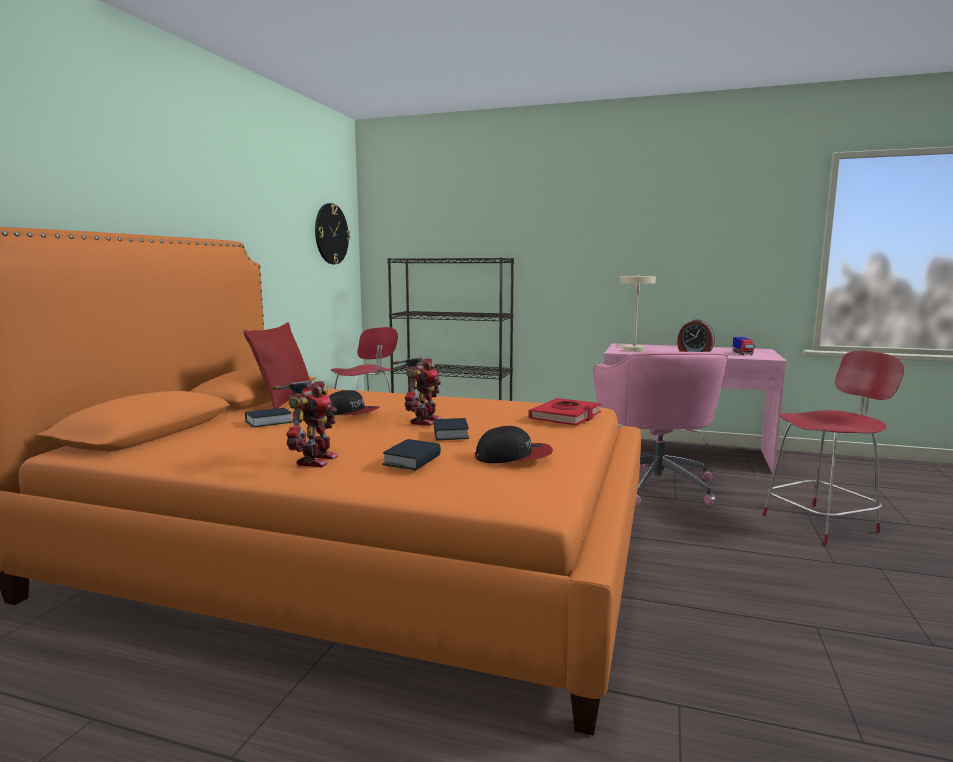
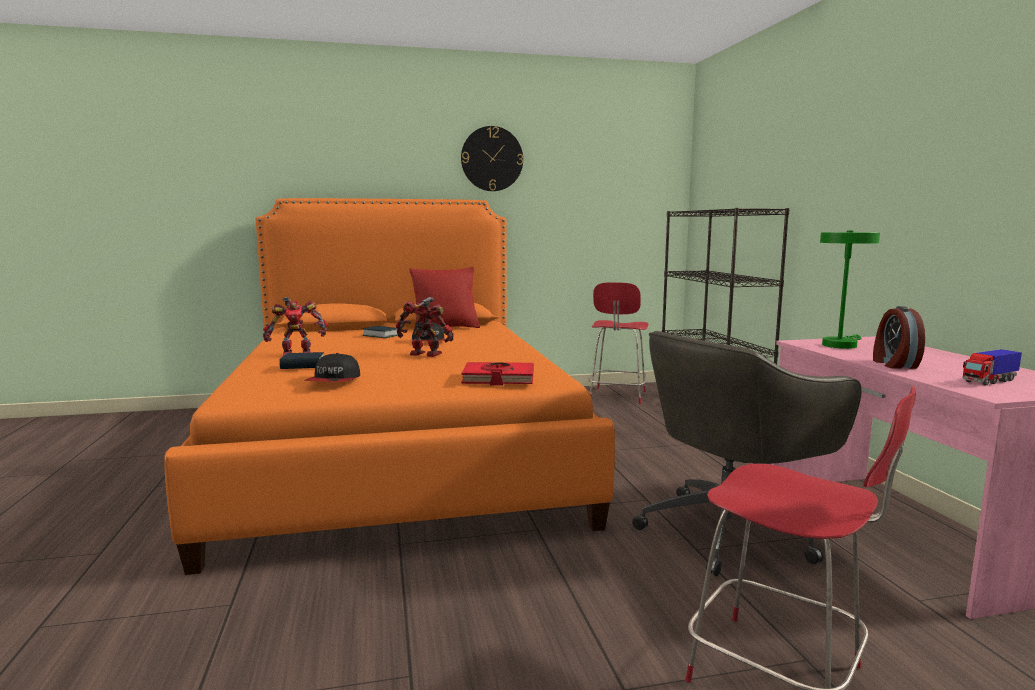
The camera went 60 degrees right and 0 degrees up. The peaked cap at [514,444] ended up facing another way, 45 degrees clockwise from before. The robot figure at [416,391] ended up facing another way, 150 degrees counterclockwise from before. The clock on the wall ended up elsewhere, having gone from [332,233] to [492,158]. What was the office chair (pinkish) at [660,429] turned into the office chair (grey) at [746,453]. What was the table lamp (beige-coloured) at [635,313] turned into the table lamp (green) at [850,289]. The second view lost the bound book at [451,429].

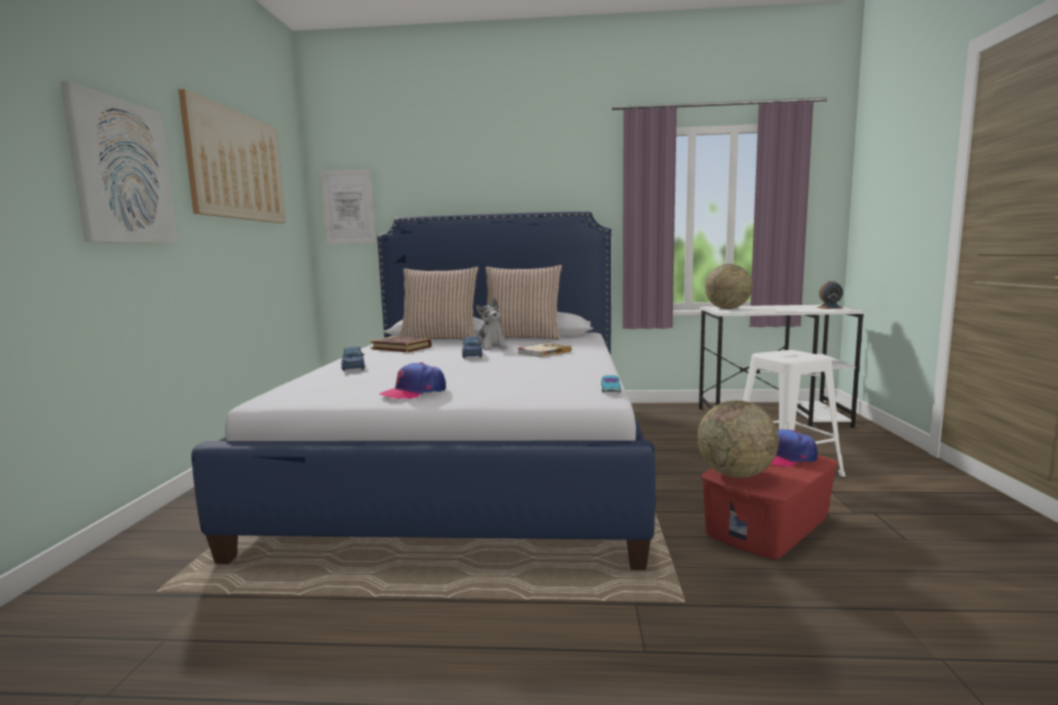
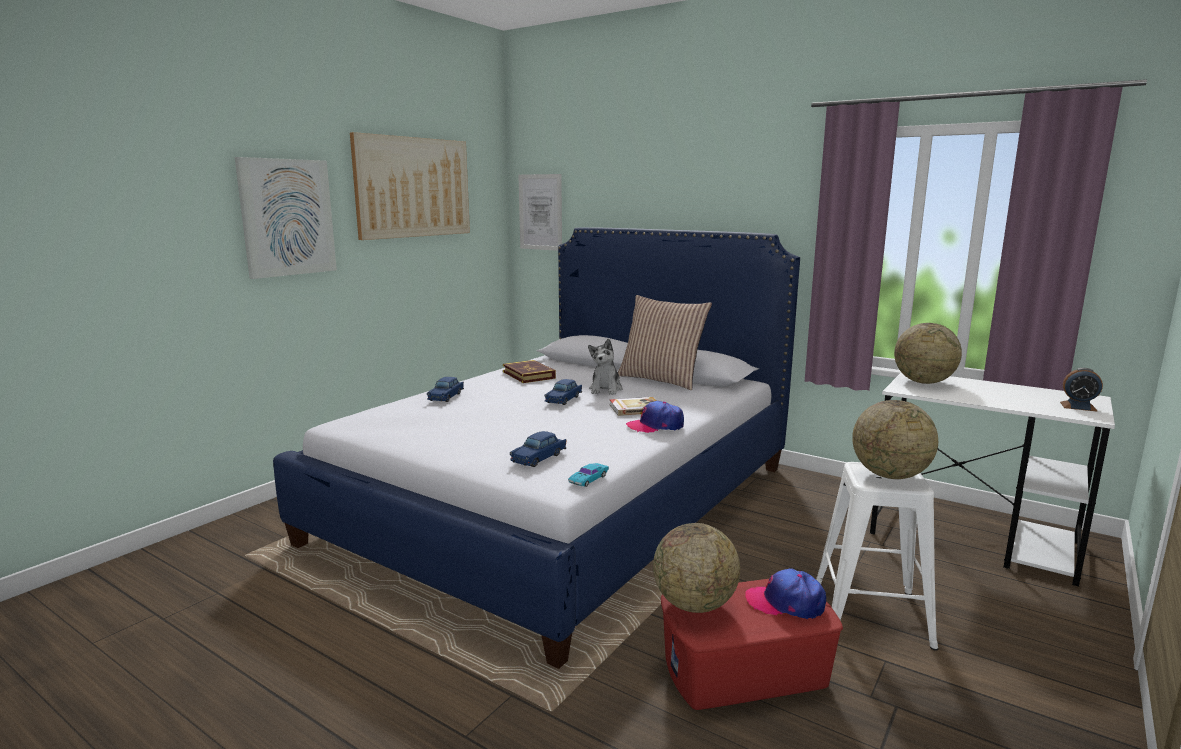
The camera went 30 degrees right and 5 degrees up. The second view gained the miniature car (bluish) at [538,449]. The peaked cap ended up elsewhere, having gone from [413,381] to [655,417]. The second view gained the desk globe at [895,439]. The second view lost the cushion at [439,303].

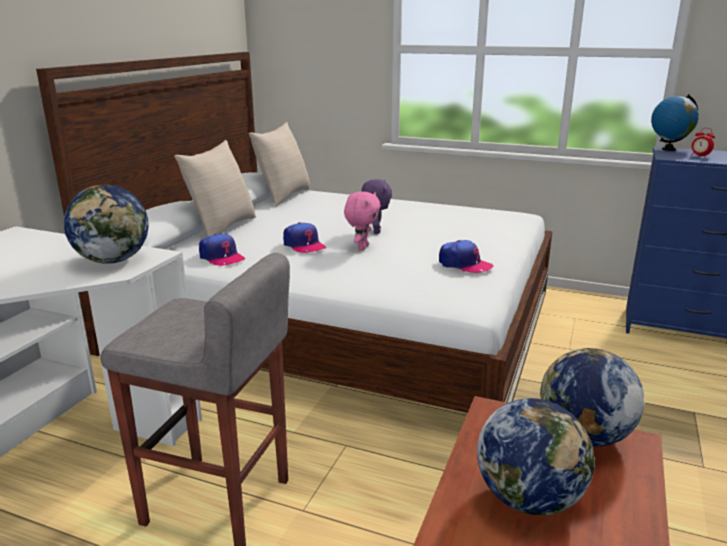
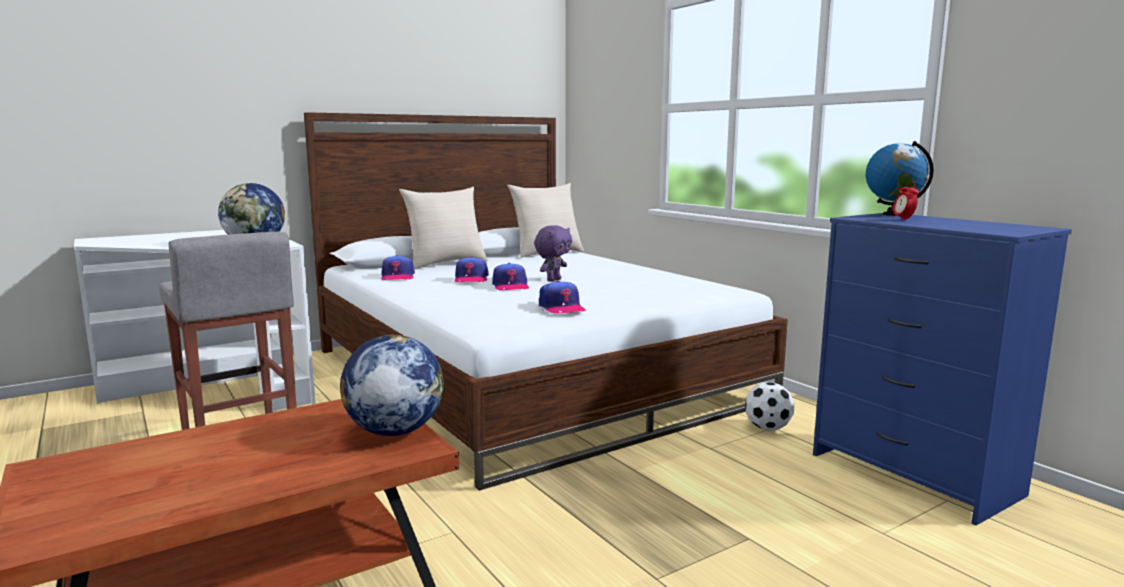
The camera went 35 degrees right and 10 degrees down. Where the cuddly toy (pinkish) stood at [362,220], the peaked cap came to stand at [510,276]. The second view gained the ball for football at [770,406]. The second view lost the desk globe at [535,456].

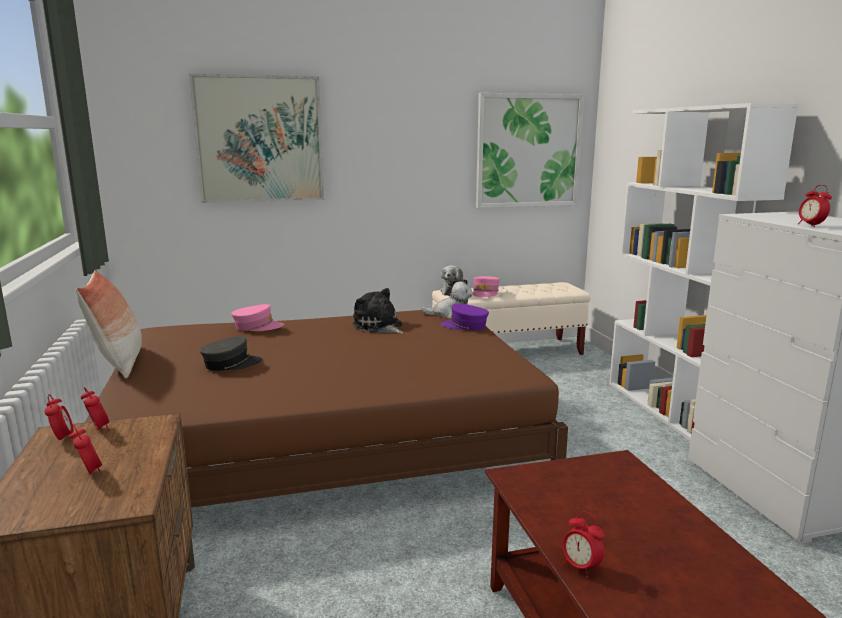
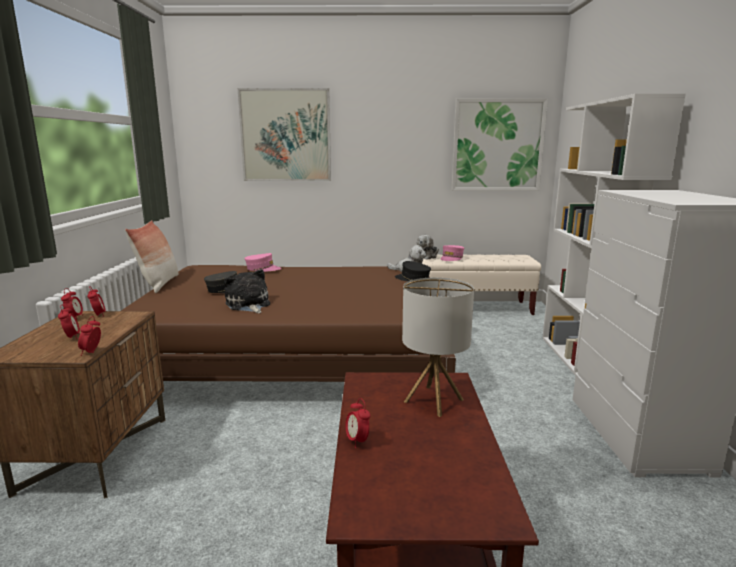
The camera went 15 degrees right and 0 degrees up. The table clock ended up elsewhere, having gone from [815,206] to [89,336]. The cuddly toy ended up elsewhere, having gone from [378,311] to [247,291]. What was the peaked cap (purple-coloured) at [464,316] turned into the peaked cap (black) at [413,271]. The second view gained the table lamp at [438,347].

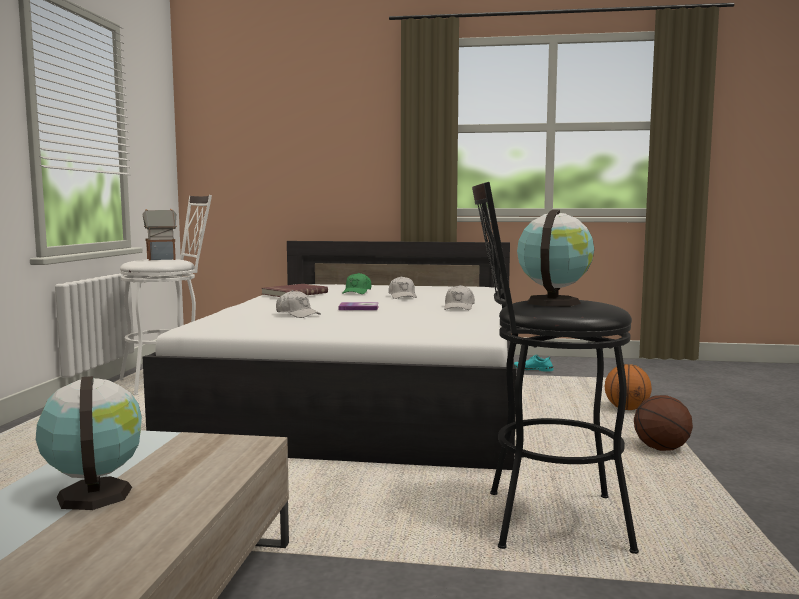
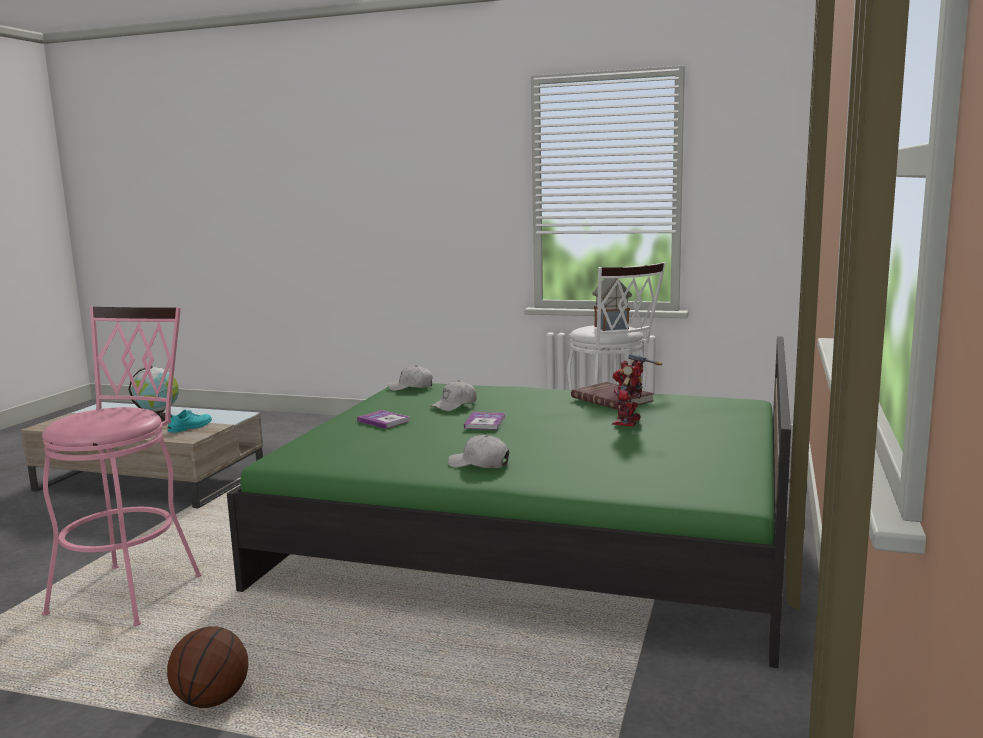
The camera went 100 degrees right and 5 degrees up. What was the stool (black) at [555,368] turned into the stool (pinkish) at [122,466]. The item of footwear (turquoise-coloured) ended up elsewhere, having gone from [534,363] to [190,421]. What was the bedroom bed (white) at [329,355] turned into the bedroom bed (green) at [509,502]. The second view gained the bound book at [383,419]. The peaked cap (white) ended up elsewhere, having gone from [403,287] to [410,378]. Where the peaked cap (green) stood at [356,283], the robot figure came to stand at [637,390]. The second view lost the desk globe at [555,258]. The second view lost the basketball ball at [628,387].

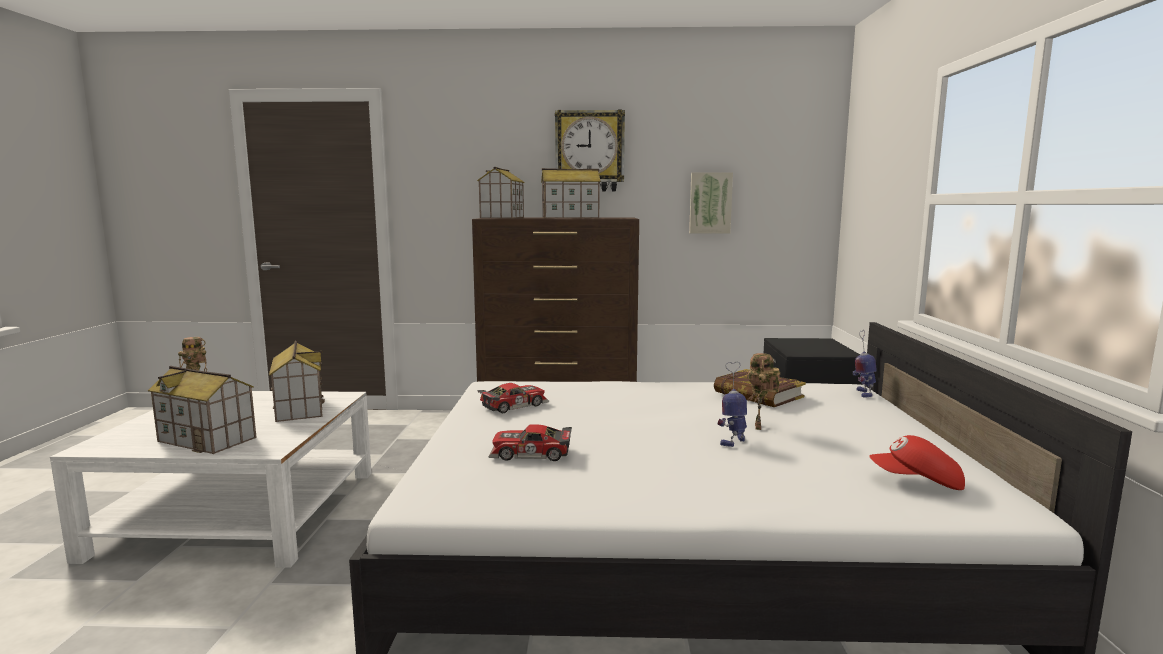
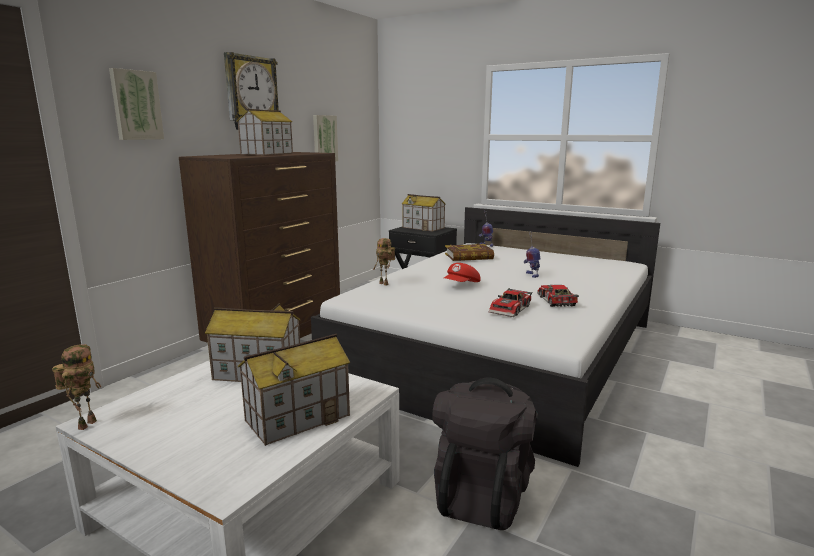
The camera went 60 degrees left and 5 degrees up. The second view gained the wall art at [136,104]. The robot figure ended up elsewhere, having gone from [763,391] to [384,262]. The toy house ended up elsewhere, having gone from [501,192] to [424,212]. The second view gained the rucksack (black) at [485,454]. The peaked cap (red-coloured) ended up elsewhere, having gone from [917,462] to [462,272]. The miniature car ended up elsewhere, having gone from [513,398] to [558,296].

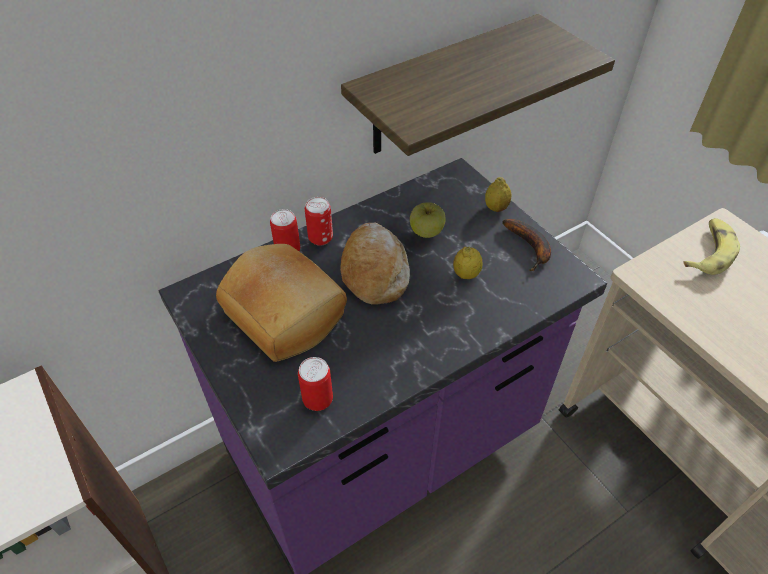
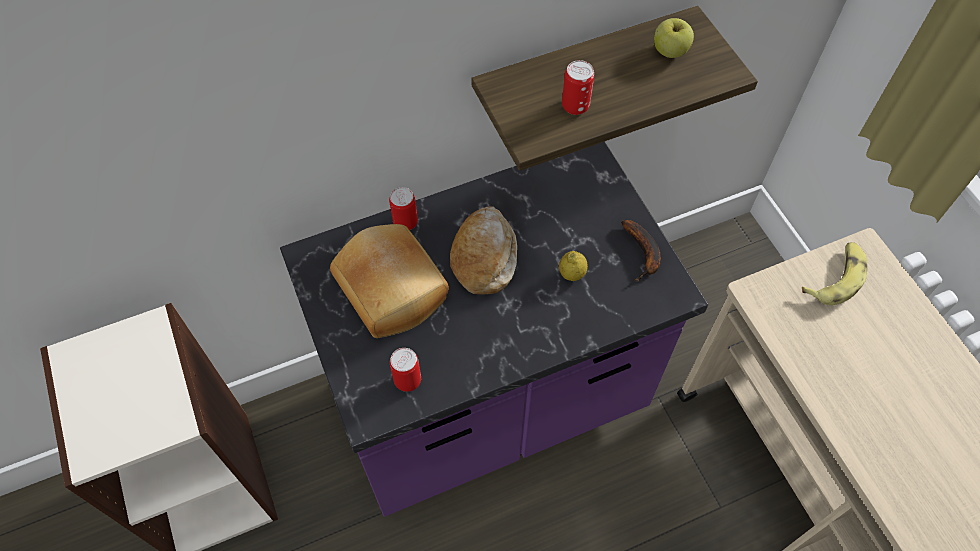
The camera went 10 degrees right and 10 degrees up. The can ended up elsewhere, having gone from [319,221] to [578,87]. The whole apple ended up elsewhere, having gone from [428,220] to [674,38]. The second view lost the whole lemon at [498,194].

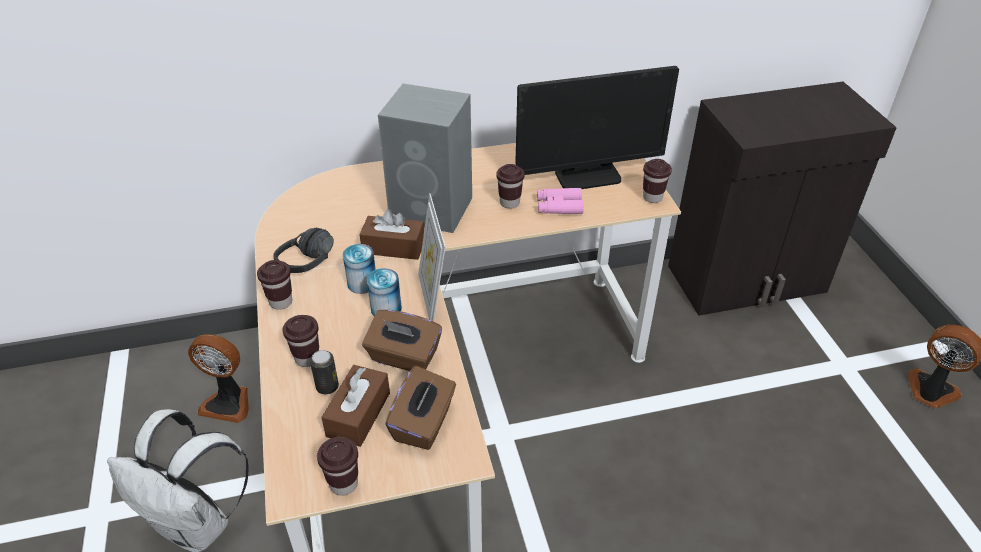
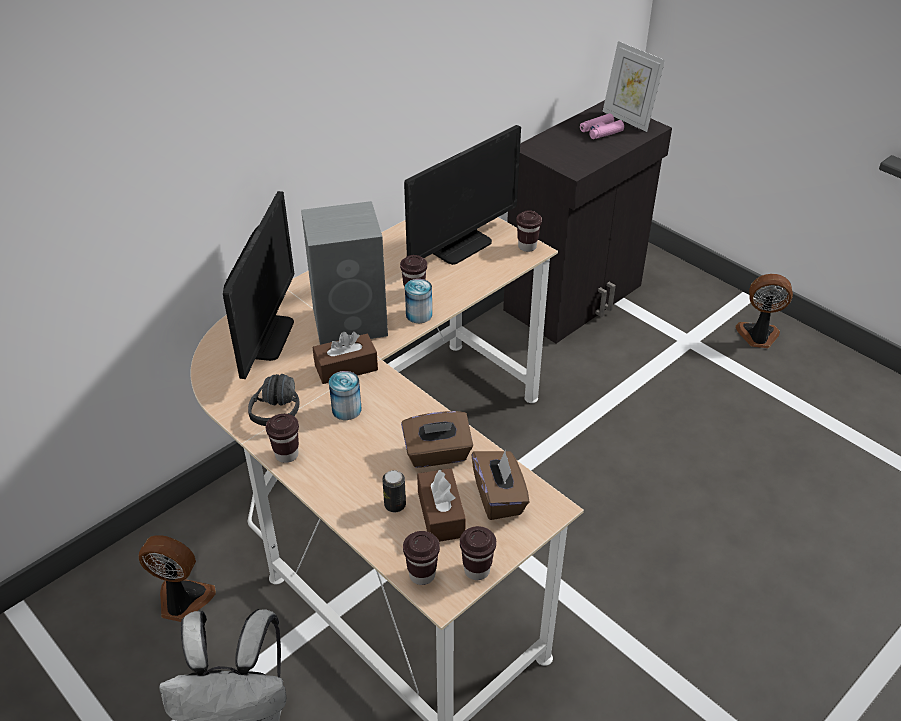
The camera went 30 degrees left and 0 degrees up. The fan at [218,378] ended up facing another way, 150 degrees counterclockwise from before. The second view gained the computer display at [258,285]. The cup (brown-coloured) ended up elsewhere, having gone from [300,341] to [421,558]. The can ended up elsewhere, having gone from [384,292] to [418,301]. The field glasses (pinkish) ended up elsewhere, having gone from [560,201] to [602,126]. The picture frame ended up elsewhere, having gone from [432,257] to [634,86].

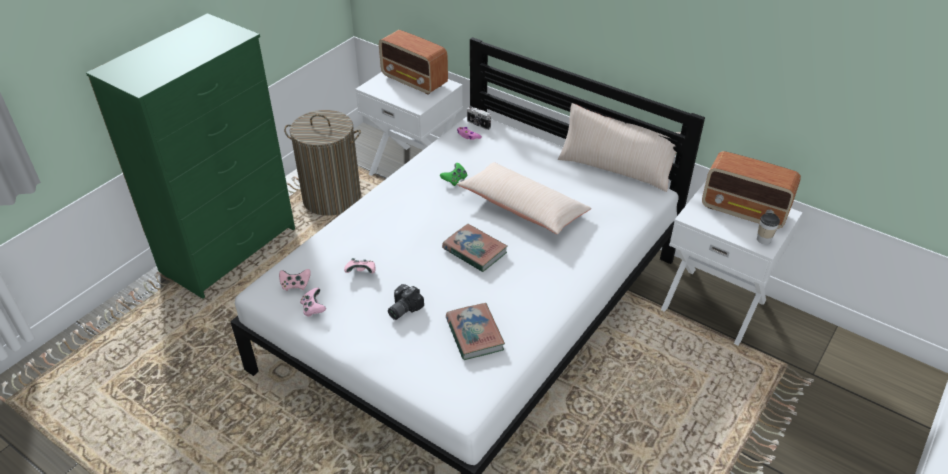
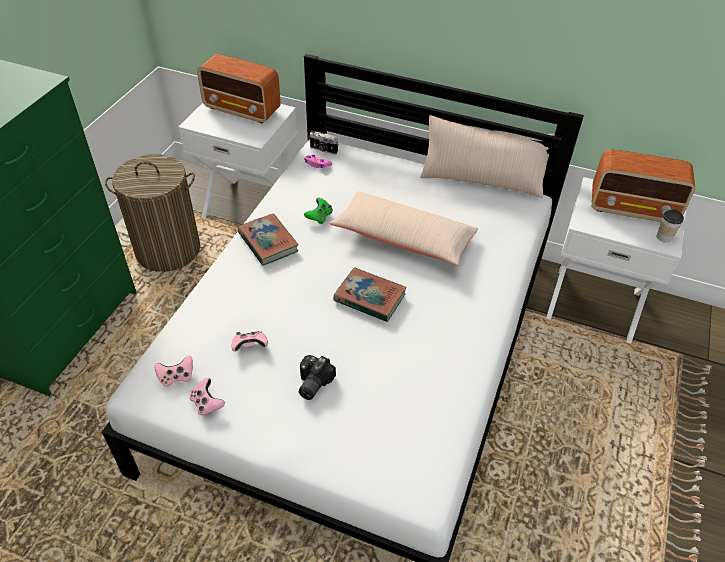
The camera went 15 degrees left and 5 degrees up. The bound book ended up elsewhere, having gone from [475,331] to [268,239].

